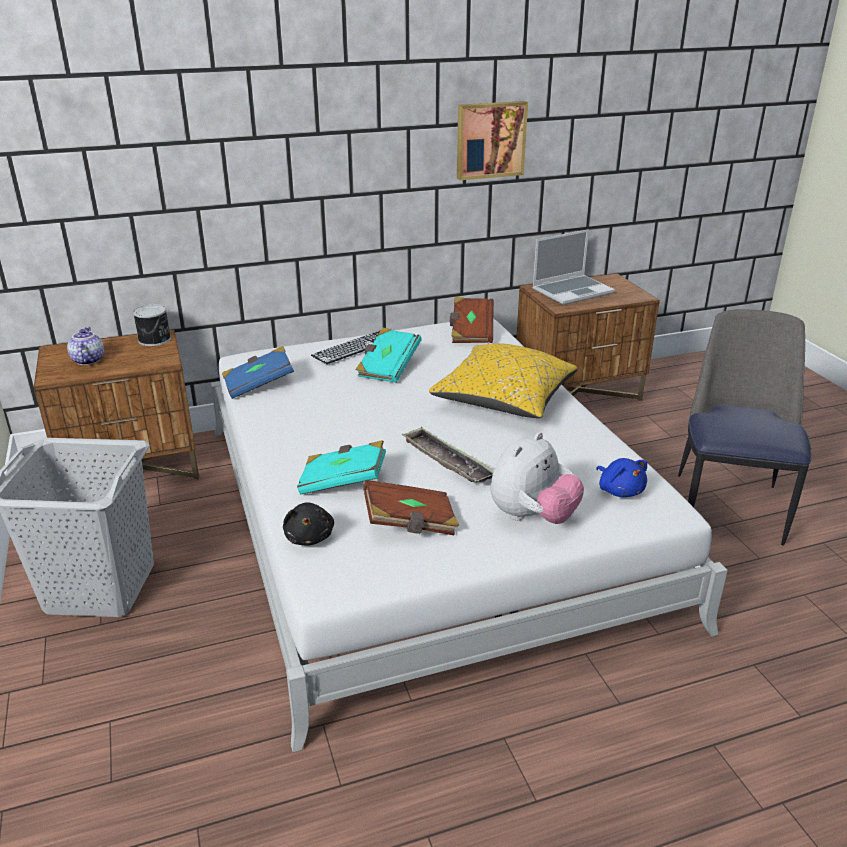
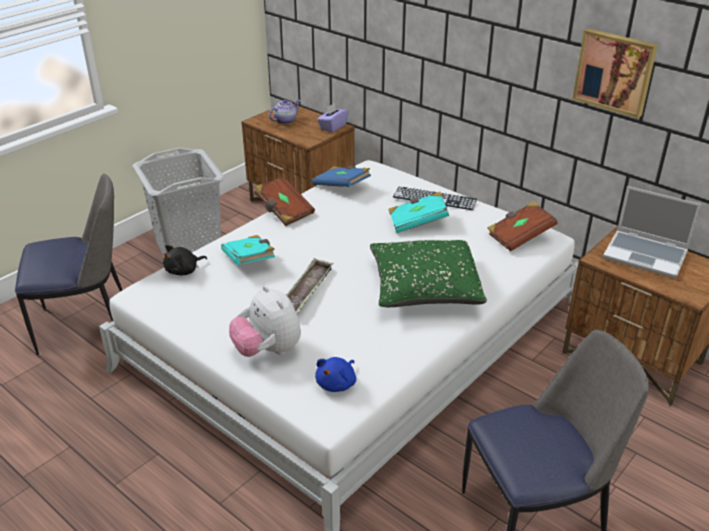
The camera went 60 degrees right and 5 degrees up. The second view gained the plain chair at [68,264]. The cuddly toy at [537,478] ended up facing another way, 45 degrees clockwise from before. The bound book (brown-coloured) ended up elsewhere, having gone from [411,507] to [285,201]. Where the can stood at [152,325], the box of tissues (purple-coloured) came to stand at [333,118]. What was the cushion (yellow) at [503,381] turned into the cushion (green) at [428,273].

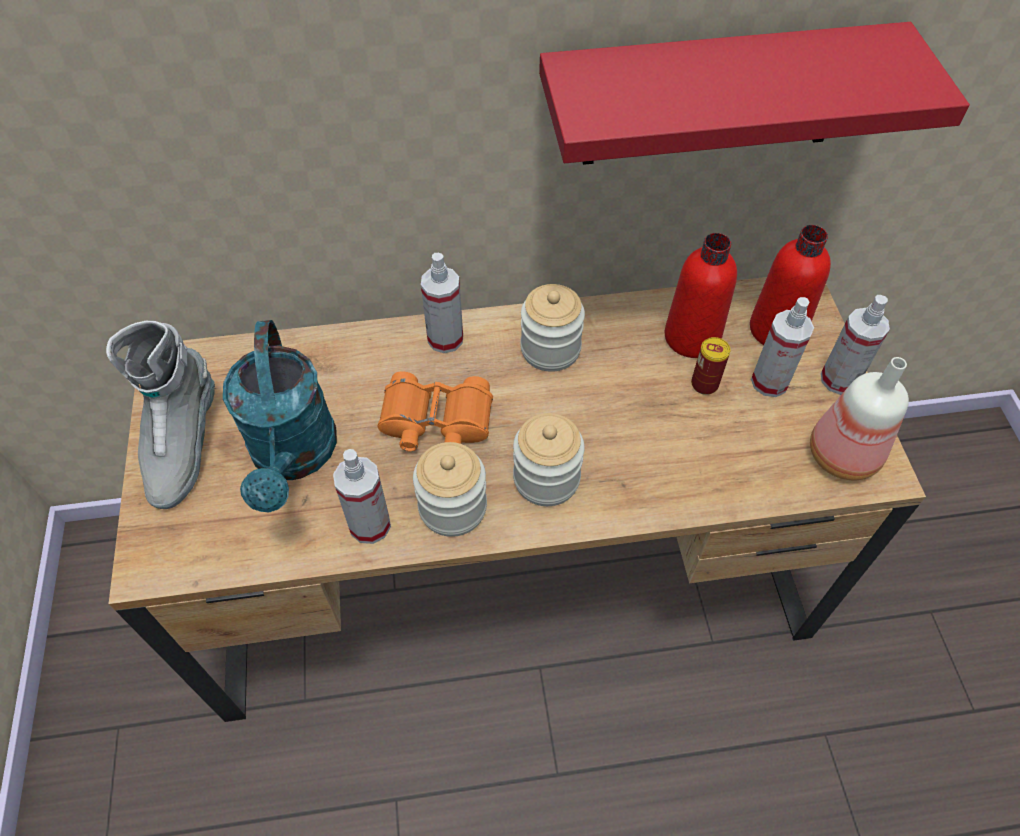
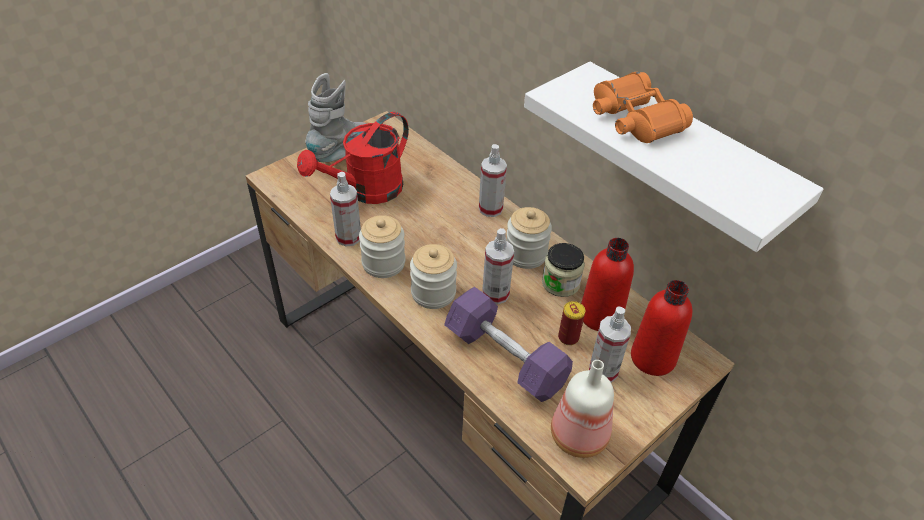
The camera went 55 degrees right and 10 degrees down. What was the sprinkling can (turquoise-coloured) at [280,416] turned into the sprinkling can (red-coloured) at [353,158]. The boot (grey) at [160,415] ended up facing another way, 150 degrees clockwise from before. The second view gained the dumbbell (purple-coloured) at [508,344]. The hand sprayer ended up elsewhere, having gone from [855,345] to [498,266]. What was the bracket shelf (red-coloured) at [754,93] turned into the bracket shelf (white) at [674,156]. The second view gained the preserve jar at [563,270]. The field glasses (orange) ended up elsewhere, having gone from [435,411] to [643,107].

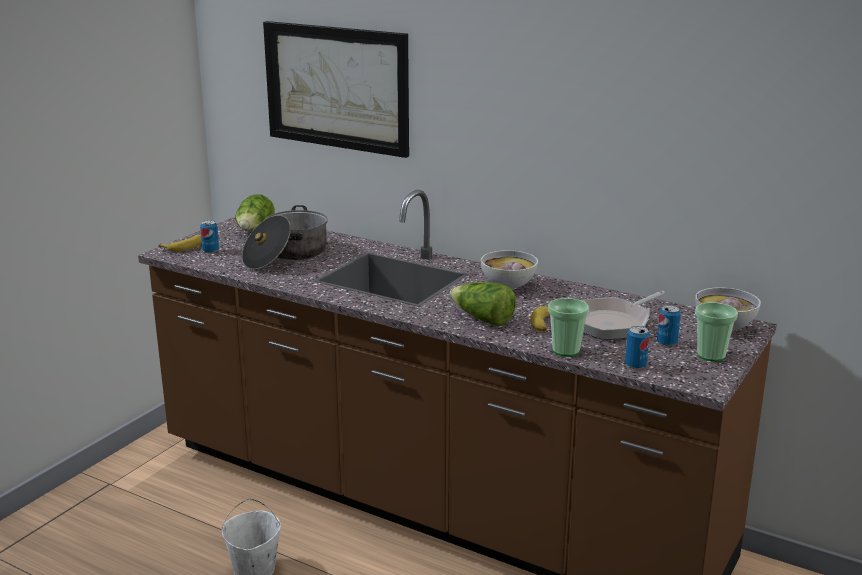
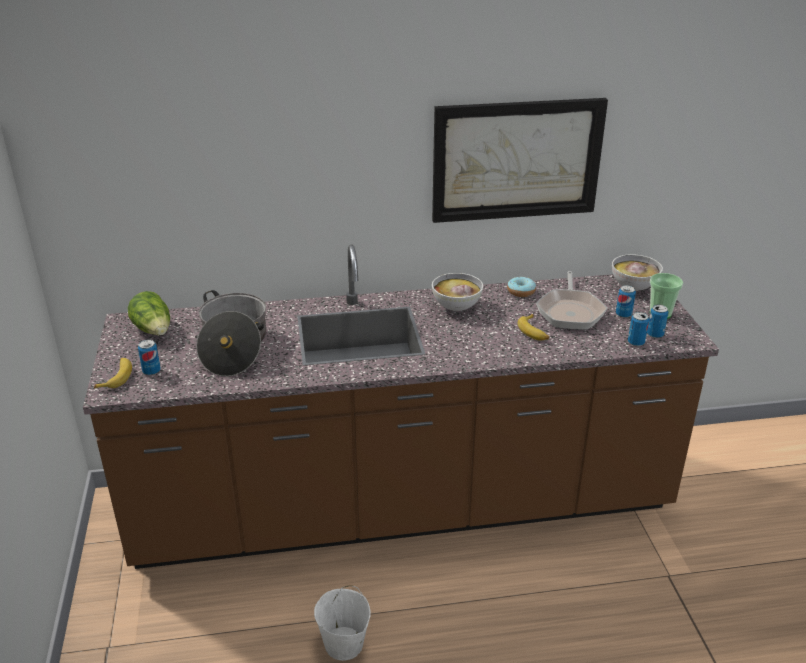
The camera went 40 degrees left and 10 degrees up. The wall art ended up elsewhere, having gone from [336,89] to [520,160]. The second view gained the doughnut at [521,287]. The second view gained the can at [657,321]. The second view lost the lettuce at [483,304]. The second view lost the cup at [568,327].

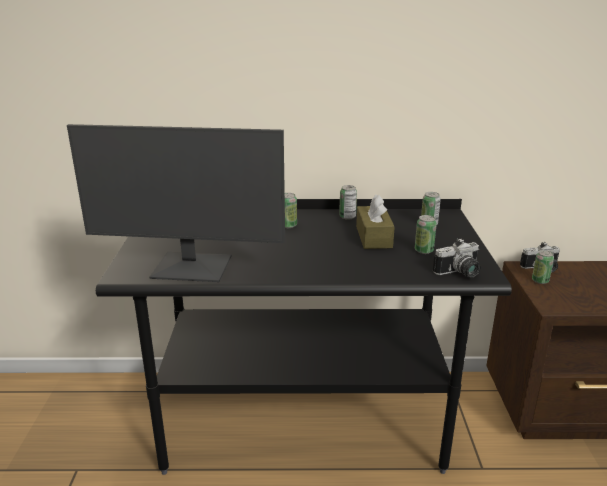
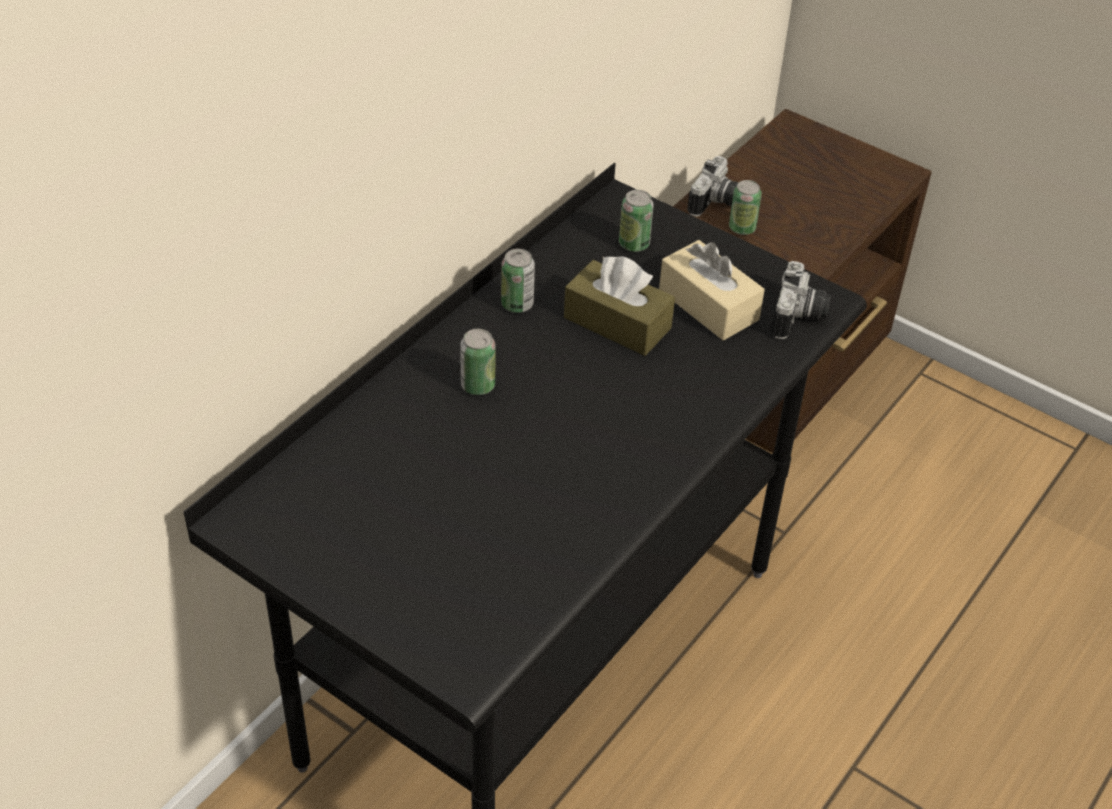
The camera went 55 degrees left and 20 degrees up. Where the can stood at [426,234], the box of tissues (beige-coloured) came to stand at [712,290]. The second view lost the computer display at [176,203].

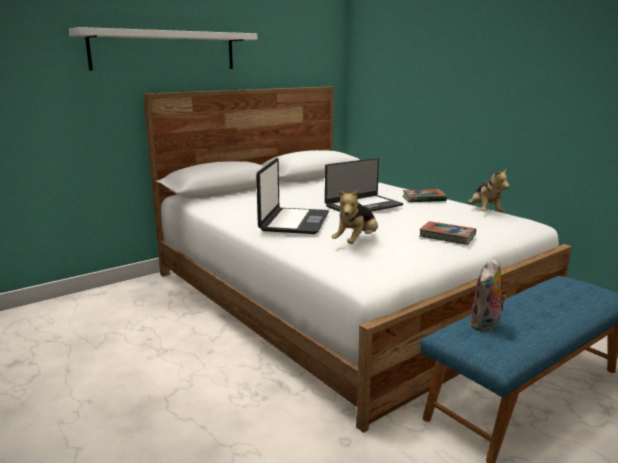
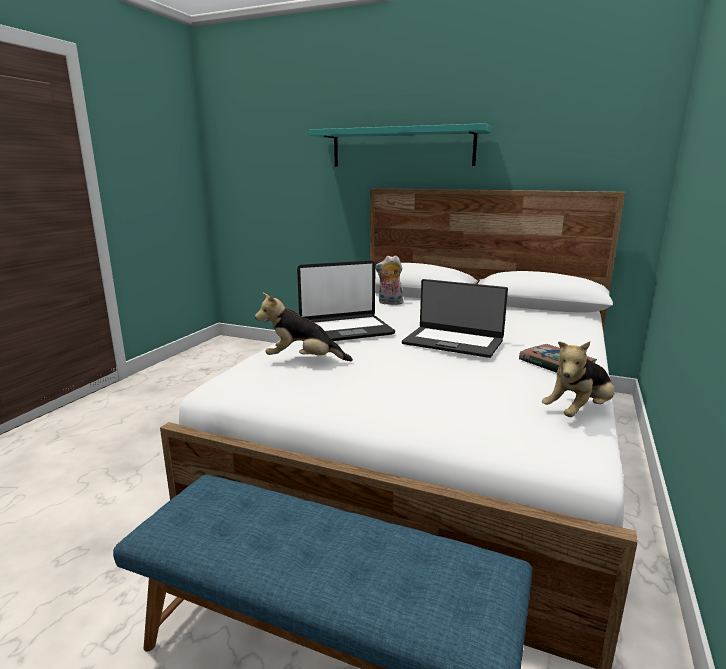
The camera went 60 degrees right and 0 degrees up. What was the bracket shelf (white) at [163,48] turned into the bracket shelf (turquoise-coloured) at [400,144]. The cuddly toy ended up elsewhere, having gone from [488,294] to [389,280]. The second view lost the bound book at [447,233].

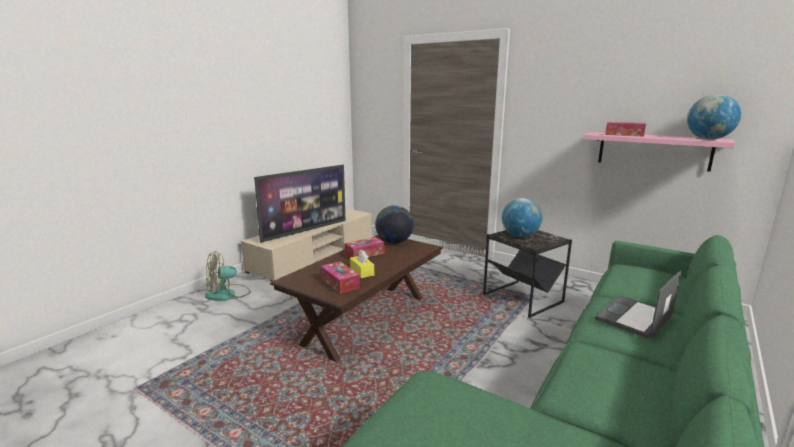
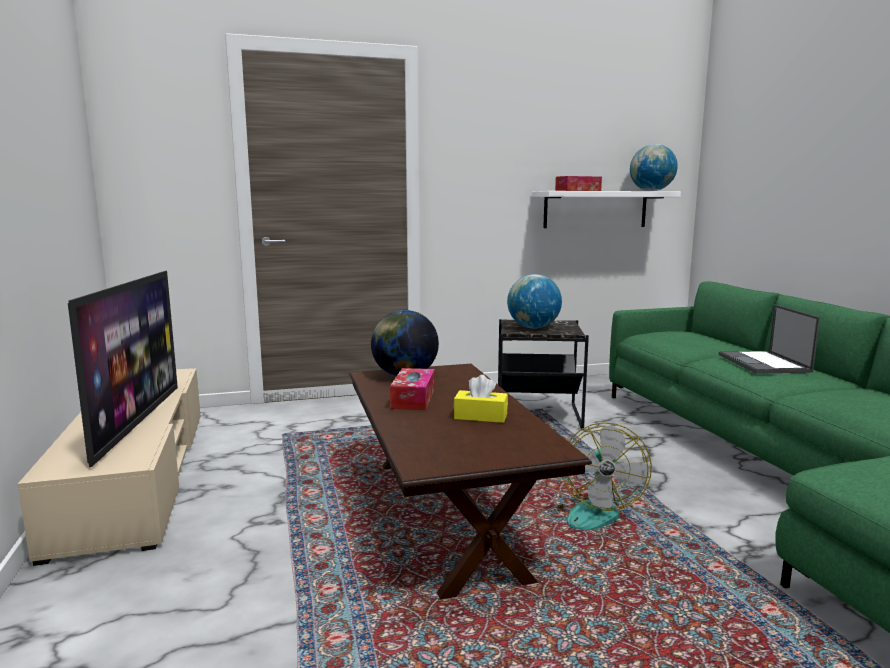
The camera went 50 degrees left and 5 degrees down. What was the bracket shelf (pinkish) at [659,152] turned into the bracket shelf (white) at [606,209]. The fan ended up elsewhere, having gone from [228,276] to [604,476]. The second view lost the box of tissues at [340,277].

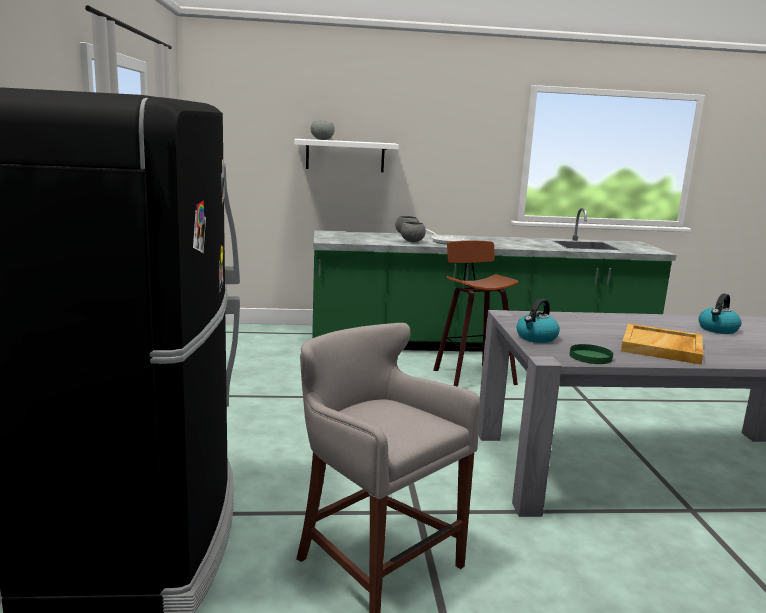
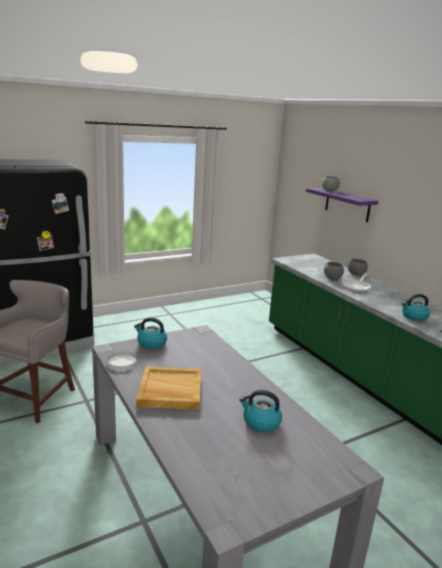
The camera went 65 degrees right and 5 degrees up. What was the dinner plate (green) at [591,354] turned into the dinner plate (white) at [122,361]. What was the bracket shelf (white) at [346,155] turned into the bracket shelf (purple-coloured) at [342,205]. The second view gained the water kettle at [416,307]. The second view lost the stool at [475,313].

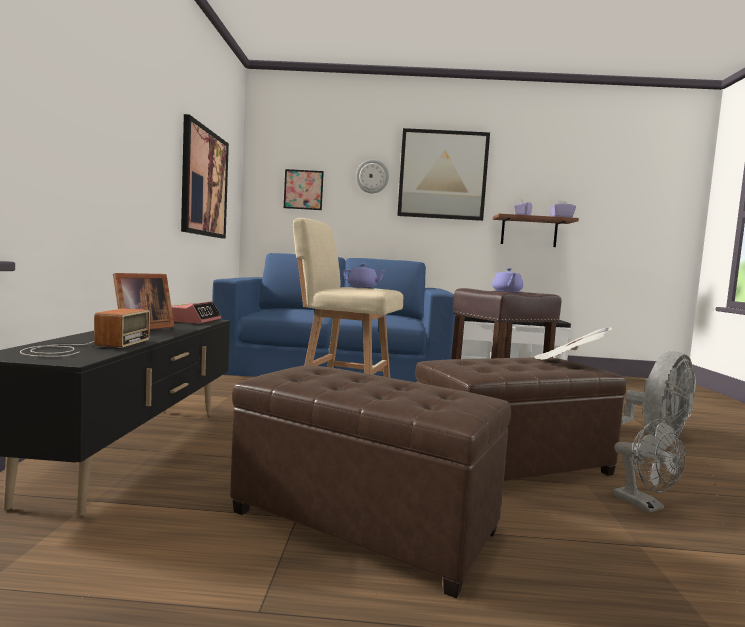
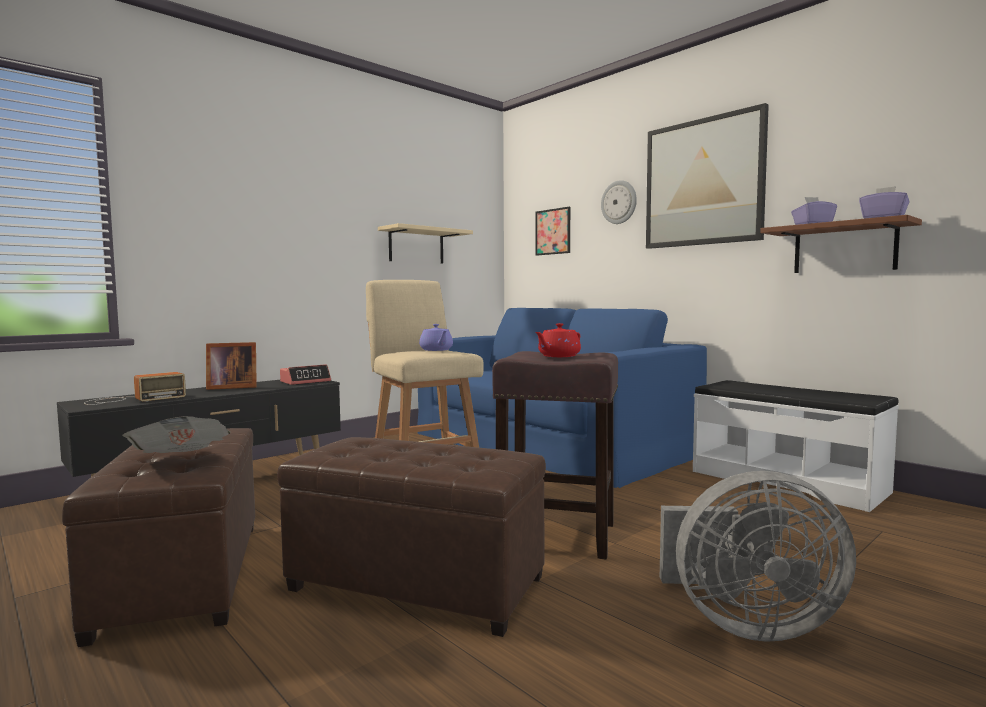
The camera went 45 degrees right and 0 degrees up. The daily paper ended up elsewhere, having gone from [573,343] to [176,434]. Where the wall art hung at [205,176], the bracket shelf (beige-coloured) came to hang at [425,243]. What was the tea pot (purple-coloured) at [507,280] turned into the tea pot (red-coloured) at [558,340]. The second view lost the fan (grey) at [649,466].

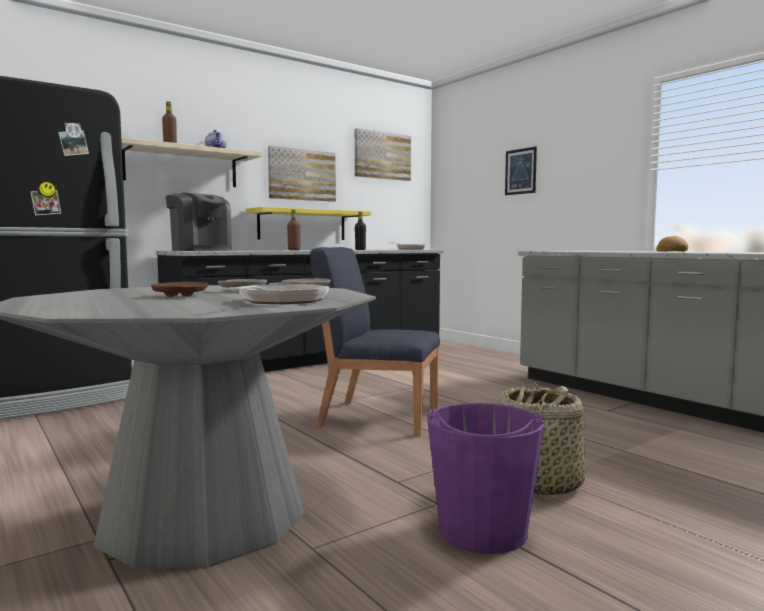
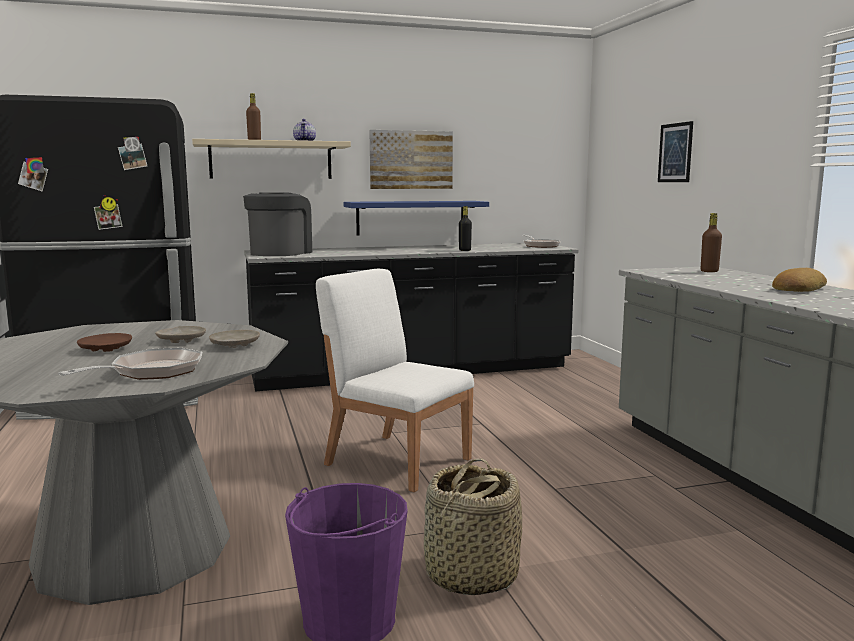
The camera went 20 degrees right and 5 degrees up. The coffee machine at [199,222] ended up facing another way, 135 degrees counterclockwise from before. What was the plain chair (bluish) at [375,341] turned into the plain chair (white) at [395,380]. What was the bracket shelf (yellow) at [308,223] turned into the bracket shelf (bluish) at [416,218]. The beverage bottle (brown-coloured) ended up elsewhere, having gone from [293,230] to [711,242]. The second view lost the wall art at [383,154].

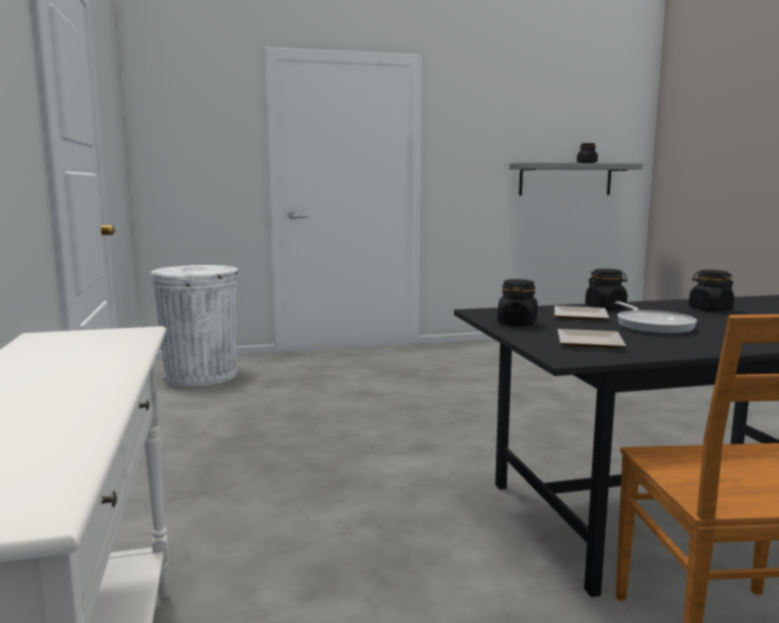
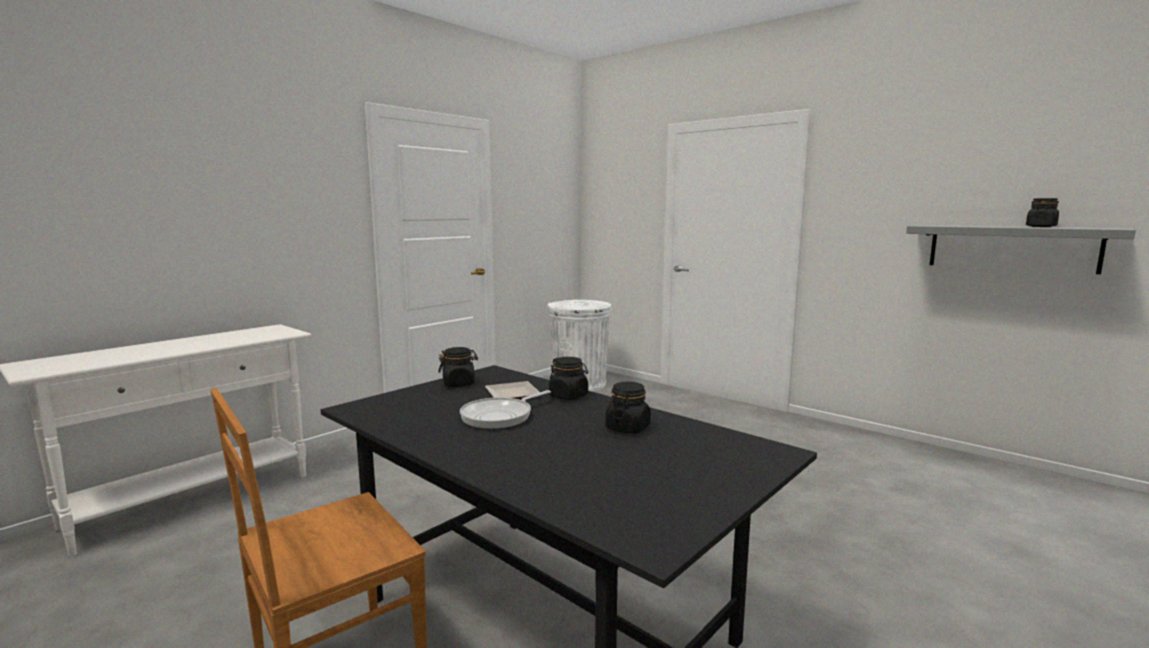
The camera went 55 degrees right and 0 degrees up. The second view lost the dinner plate at [592,339].

